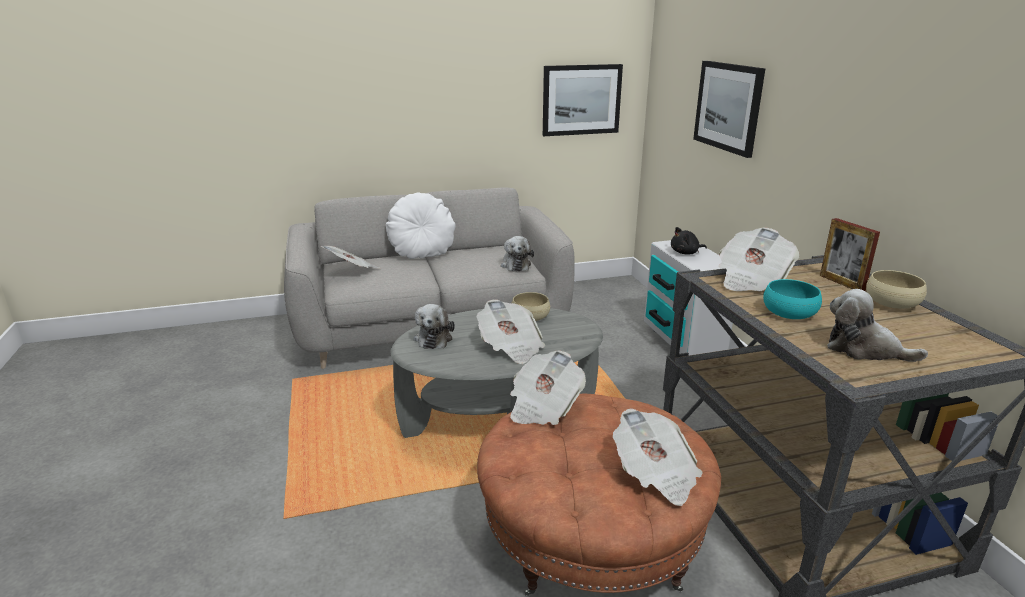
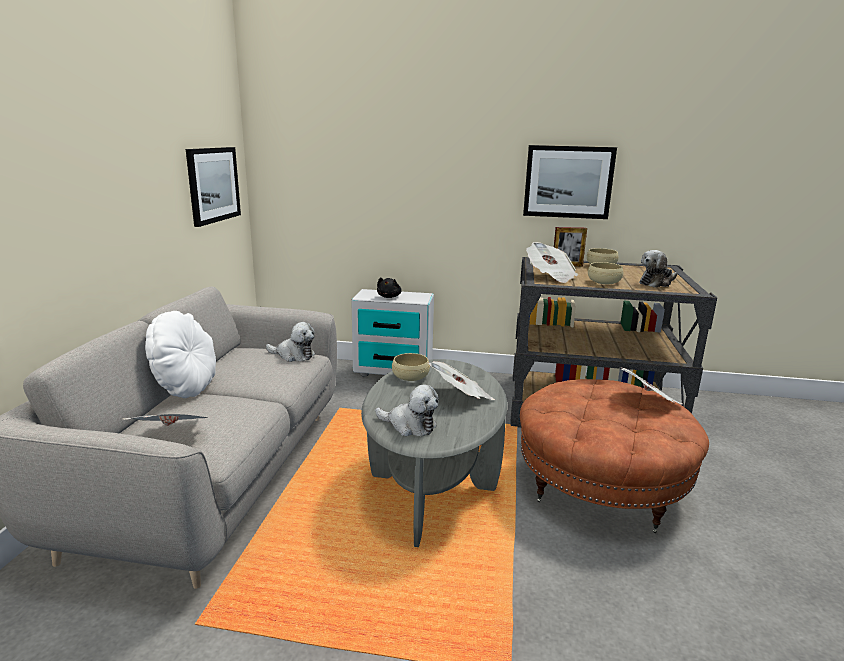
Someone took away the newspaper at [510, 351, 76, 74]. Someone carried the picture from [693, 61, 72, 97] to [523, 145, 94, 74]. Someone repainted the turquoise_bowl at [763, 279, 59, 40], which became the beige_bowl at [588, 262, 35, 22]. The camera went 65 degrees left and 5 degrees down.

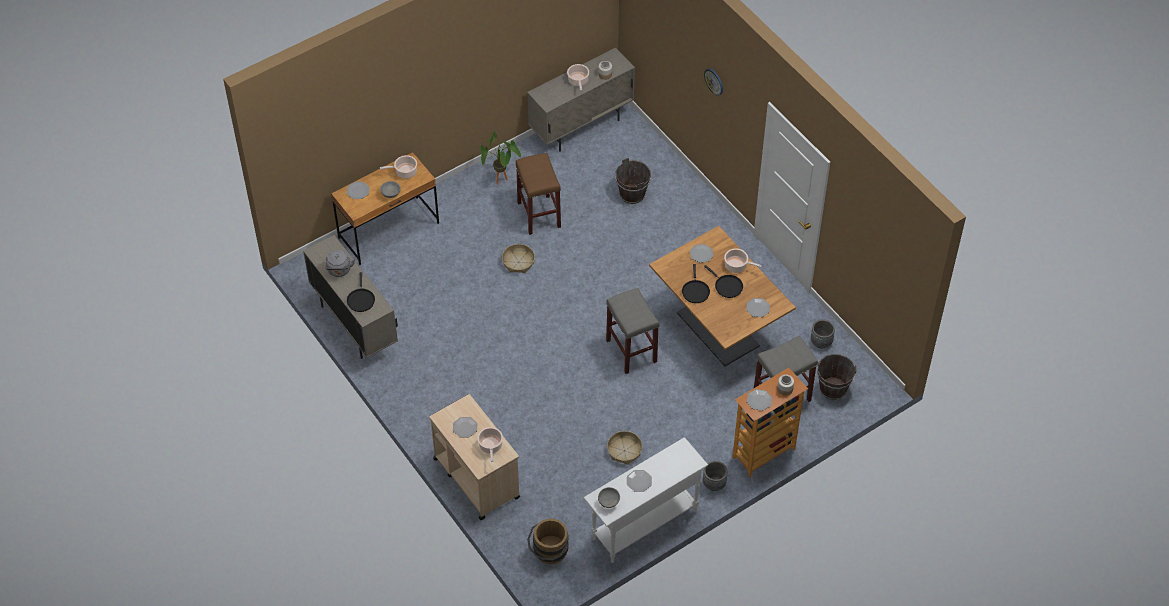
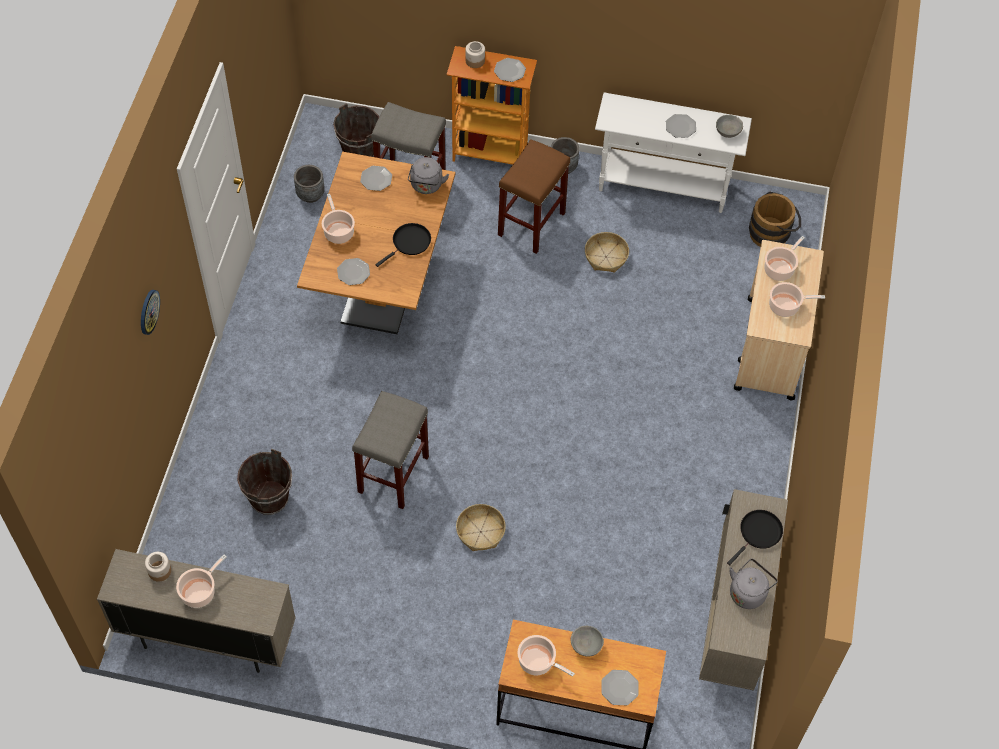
Someone swapped the plate at [453, 417, 24, 20] for the cooking_pot at [769, 282, 56, 35]. Someone took away the potted_plant at [480, 131, 41, 53]. Someone carried the brown_stool from [516, 153, 45, 82] to [498, 139, 72, 115]. Someone carried the grey_stool from [606, 288, 53, 86] to [352, 391, 77, 118]. Someone took away the black_frying_pan at [704, 265, 39, 33]. Someone put down the grey_kettle at [408, 157, 41, 37]. The camera went 135 degrees left and 5 degrees up.

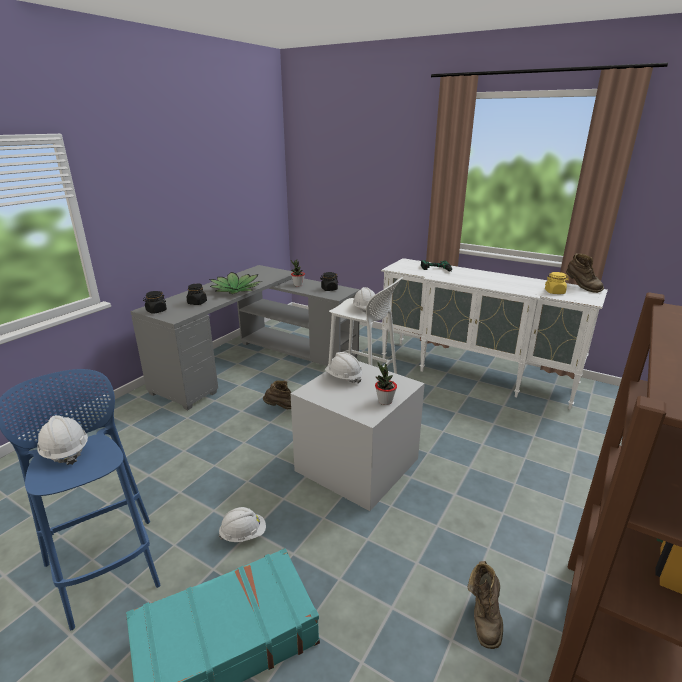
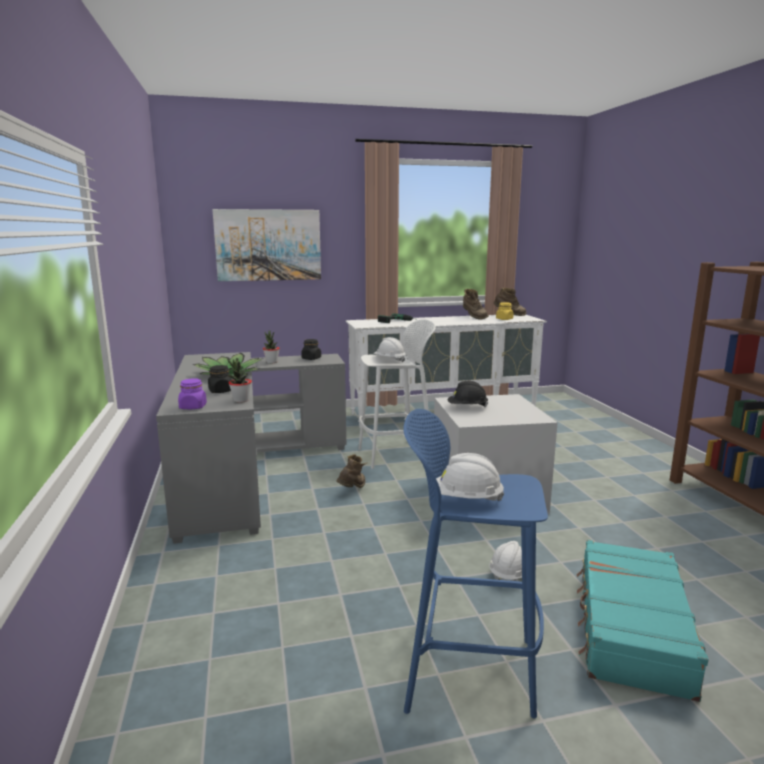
Someone repainted the black_jar at [143, 291, 24, 23], which became the purple_jar at [178, 379, 29, 30]. Someone repainted the white_hard_hat at [325, 352, 38, 32], which became the black_hard_hat at [447, 381, 41, 26]. Someone carried the potted_plant from [375, 362, 22, 43] to [227, 358, 25, 45]. Someone carried the brown_boot from [468, 561, 35, 88] to [463, 289, 26, 30]. Someone put up the picture at [212, 209, 109, 72]. The camera went 45 degrees left and 10 degrees down.

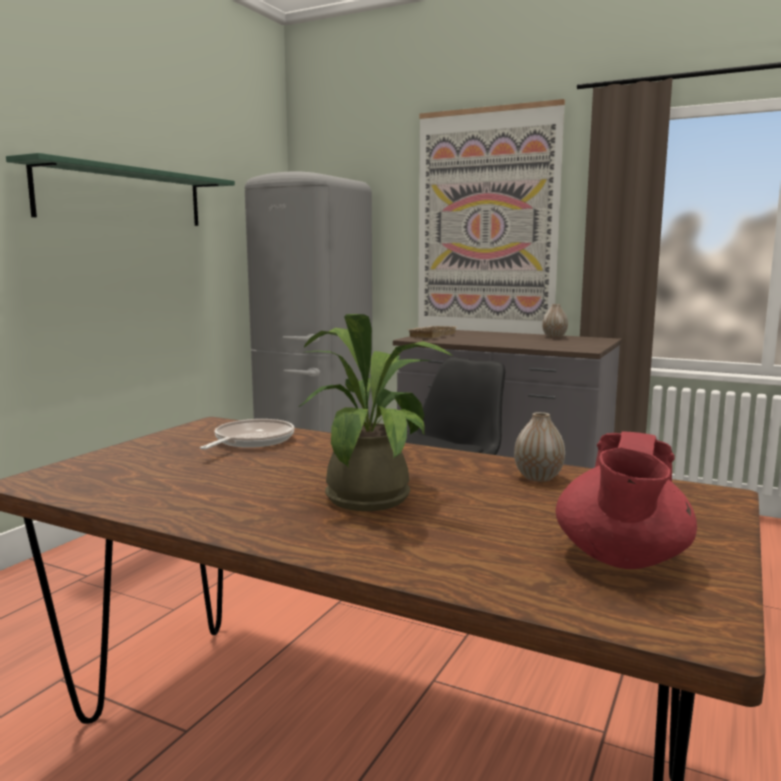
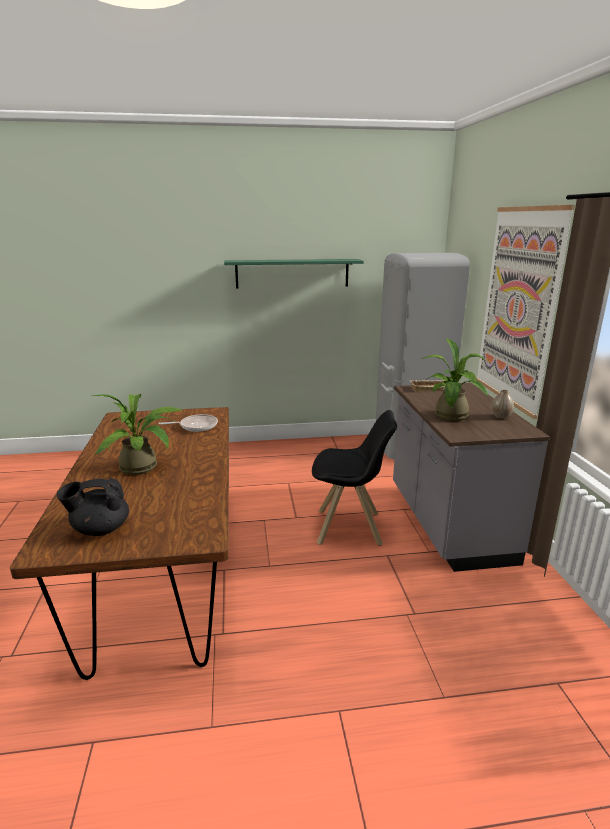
Someone took away the vase at [514, 412, 51, 70]. Someone repainted the red_teapot at [556, 431, 141, 138], which became the black_teapot at [57, 478, 72, 58]. Someone put down the potted_plant at [421, 338, 67, 83]. The camera went 55 degrees right and 10 degrees up.

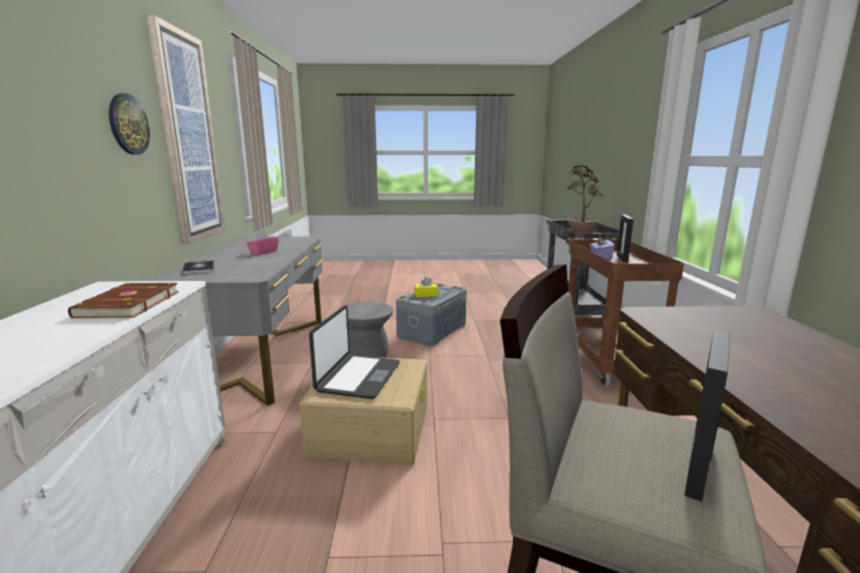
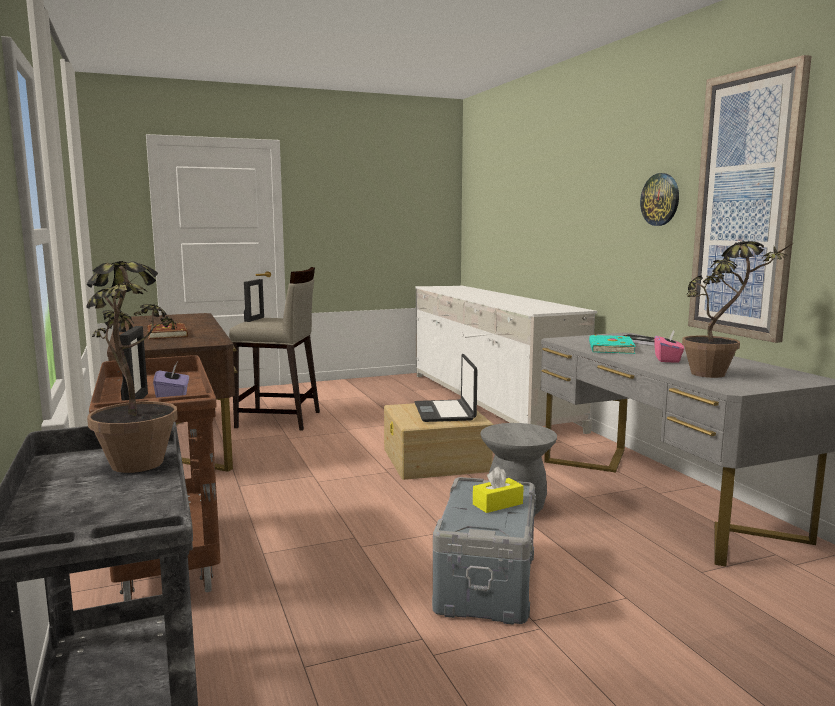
Someone carried the brown_book from [68, 283, 111, 35] to [147, 323, 41, 16]. Someone put down the turquoise_book at [589, 335, 47, 19]. Someone put down the potted_plant at [682, 241, 110, 137]. The camera went 160 degrees right and 5 degrees down.

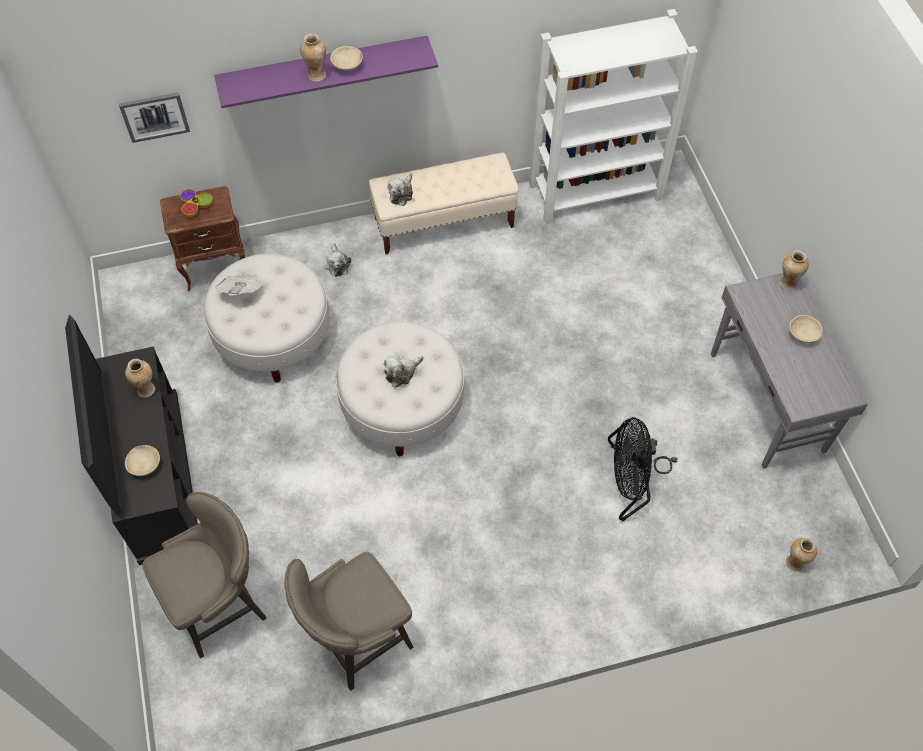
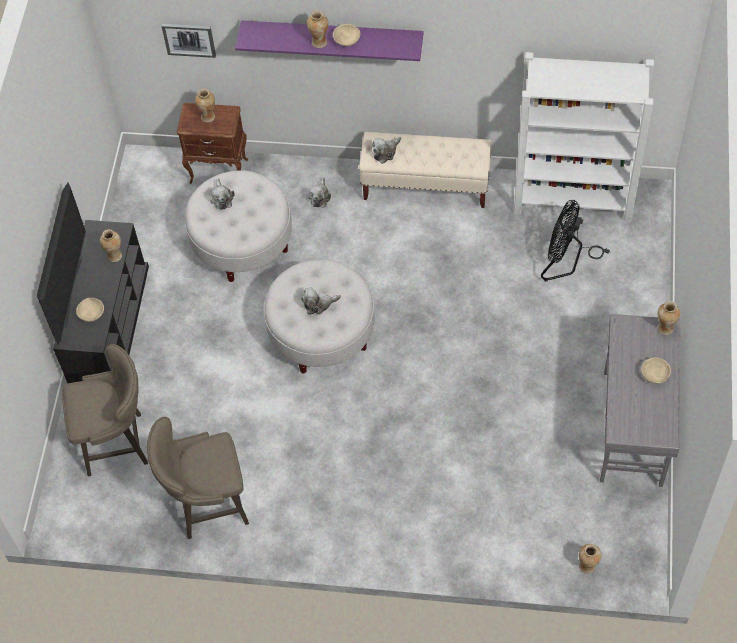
Someone swapped the bowl at [180, 189, 33, 28] for the vase at [195, 89, 20, 34]. Someone swapped the newspaper at [215, 273, 47, 23] for the plush_toy at [210, 178, 25, 32]. Someone carried the black_fan from [608, 417, 69, 105] to [541, 200, 69, 82]. The camera went 25 degrees right and 0 degrees up.

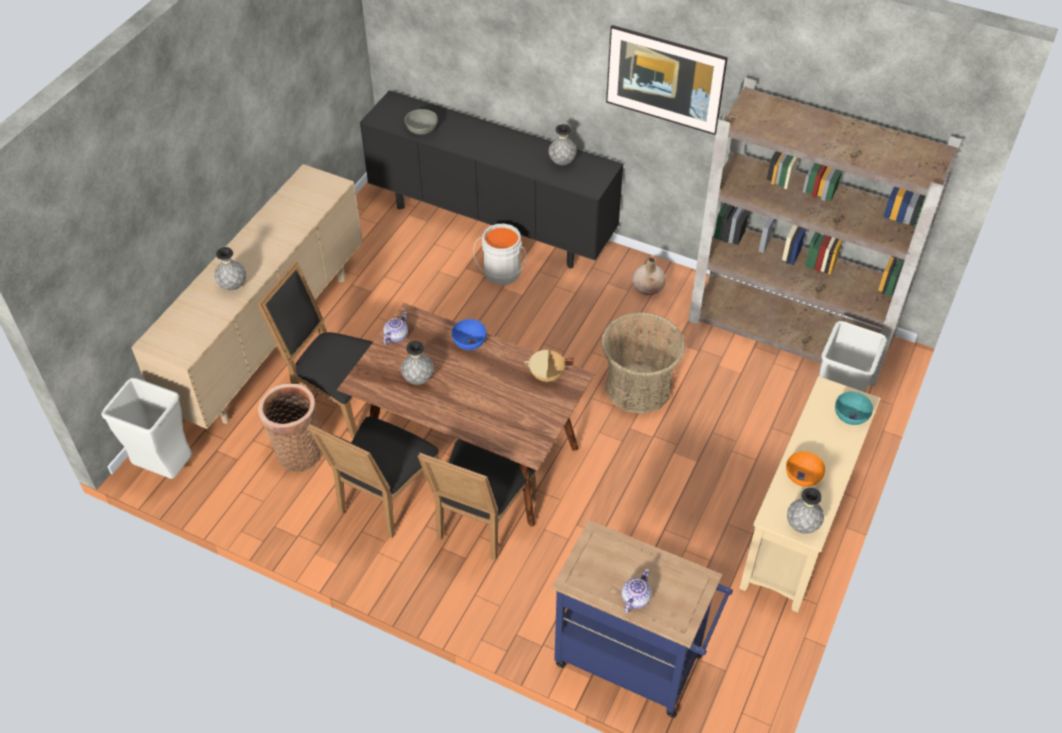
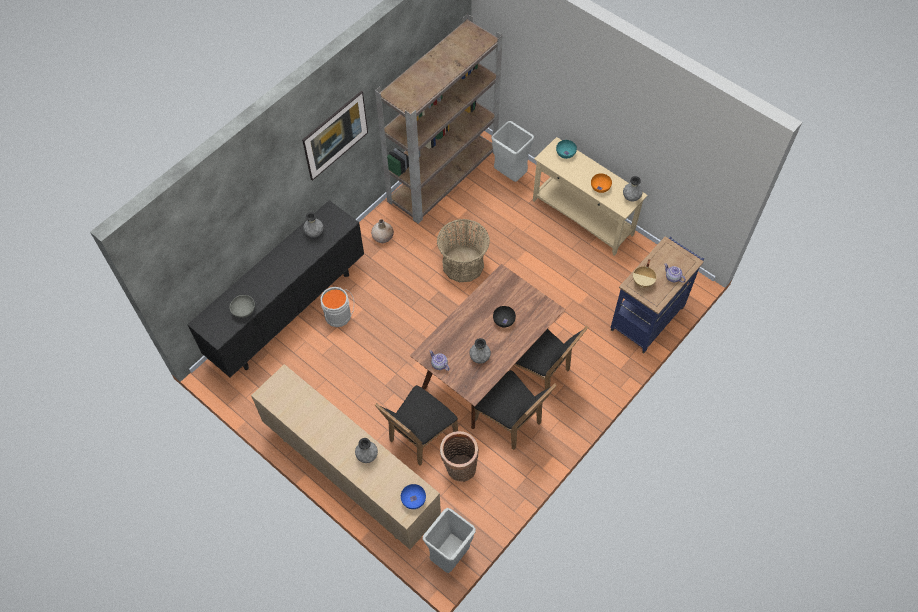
Someone carried the blue_bowl from [452, 319, 35, 31] to [401, 484, 25, 25]. Someone carried the beige_cooking_pot from [524, 350, 50, 32] to [633, 259, 23, 29]. Someone put down the black_bowl at [493, 306, 23, 21]. The camera went 75 degrees left and 10 degrees up.

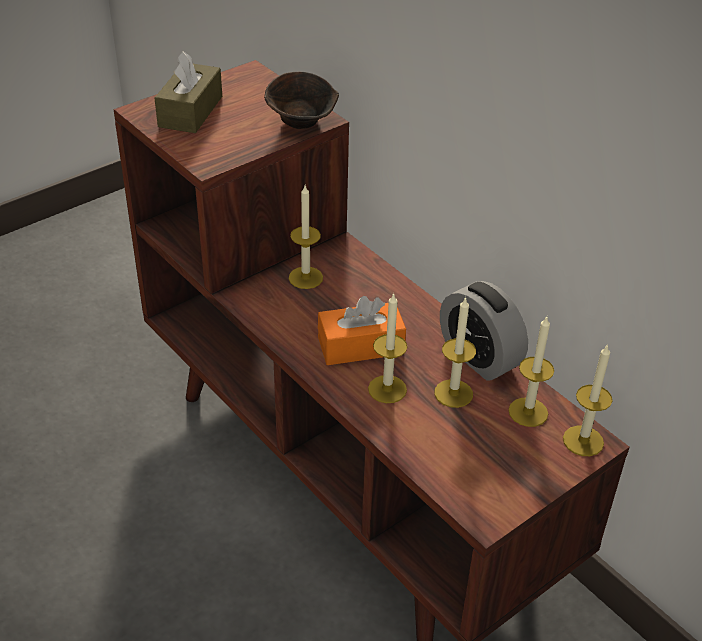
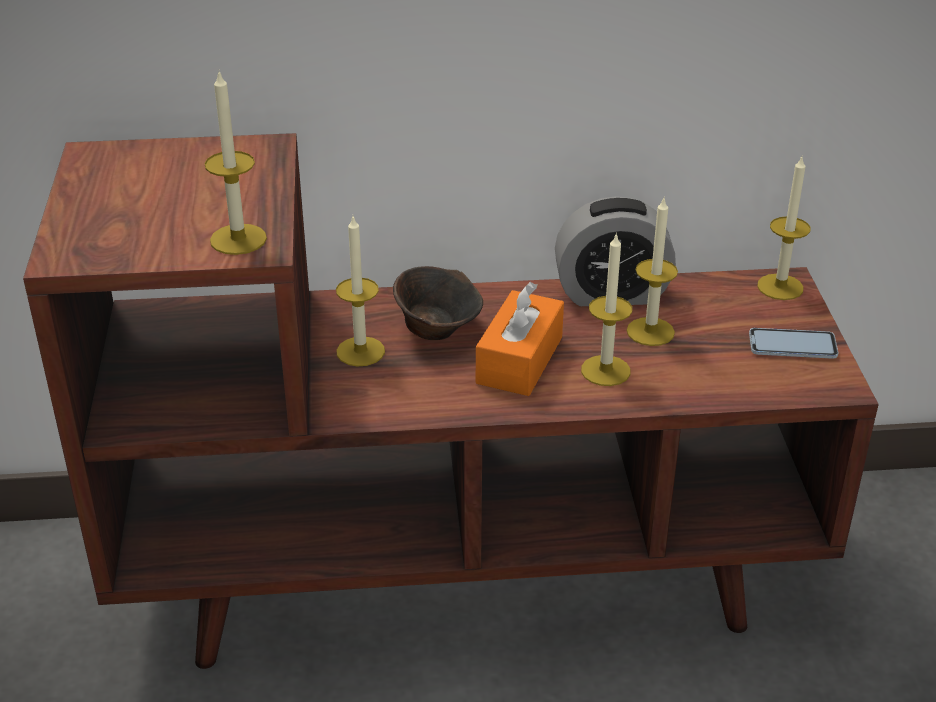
Someone took away the brown_tissue_box at [155, 51, 67, 82]. Someone carried the brown_bowl from [264, 72, 75, 57] to [393, 266, 90, 74]. Someone carried the candle from [508, 317, 46, 110] to [204, 72, 63, 183]. Someone put down the phone at [749, 328, 89, 31]. The camera went 55 degrees left and 5 degrees down.

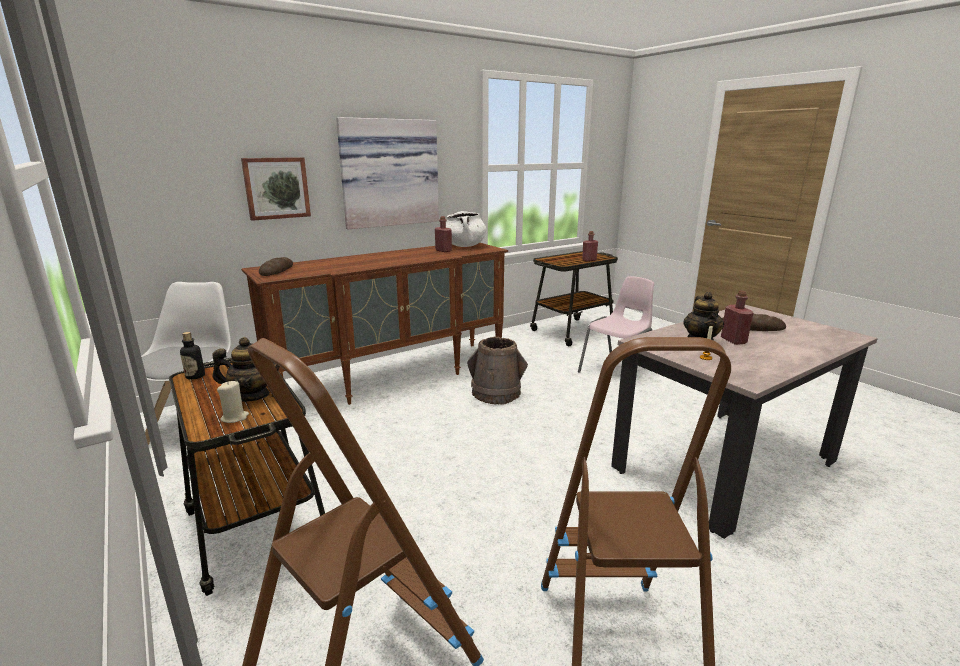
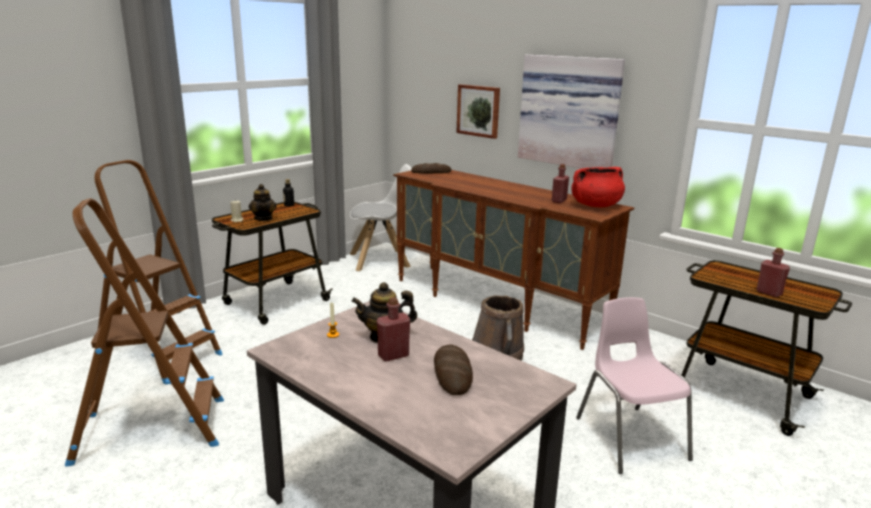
Someone repainted the white_cooking_pot at [446, 211, 40, 36], which became the red_cooking_pot at [571, 167, 54, 40]. Someone rotated the pink_chair at [578, 276, 76, 97] by 135 degrees counterclockwise. The camera went 75 degrees right and 0 degrees up.

